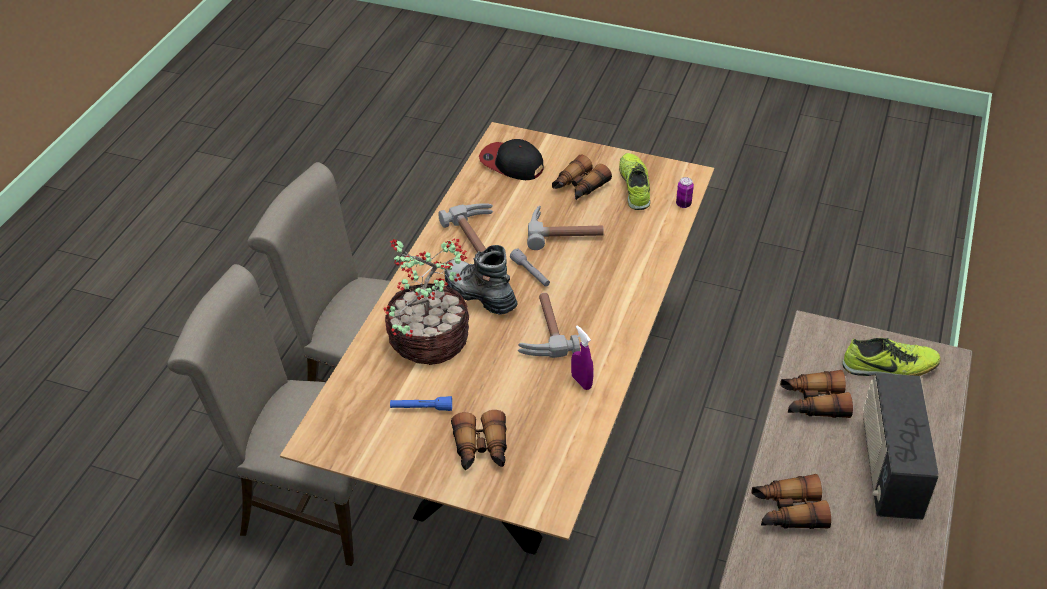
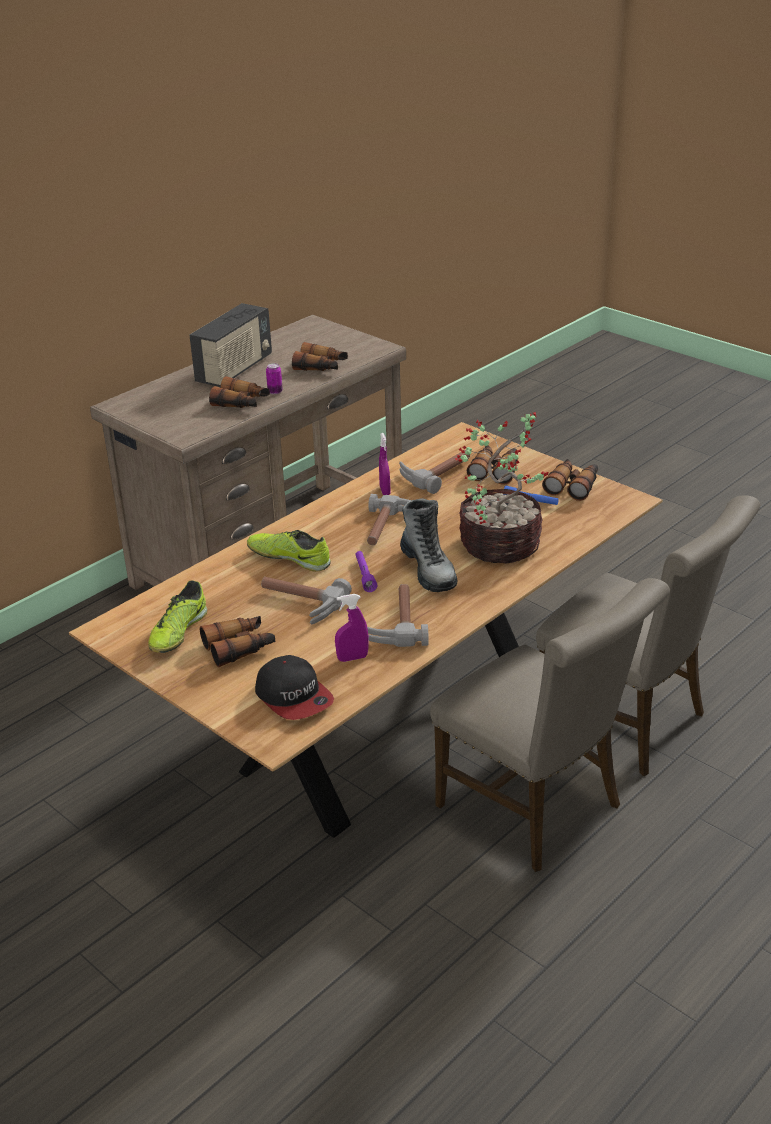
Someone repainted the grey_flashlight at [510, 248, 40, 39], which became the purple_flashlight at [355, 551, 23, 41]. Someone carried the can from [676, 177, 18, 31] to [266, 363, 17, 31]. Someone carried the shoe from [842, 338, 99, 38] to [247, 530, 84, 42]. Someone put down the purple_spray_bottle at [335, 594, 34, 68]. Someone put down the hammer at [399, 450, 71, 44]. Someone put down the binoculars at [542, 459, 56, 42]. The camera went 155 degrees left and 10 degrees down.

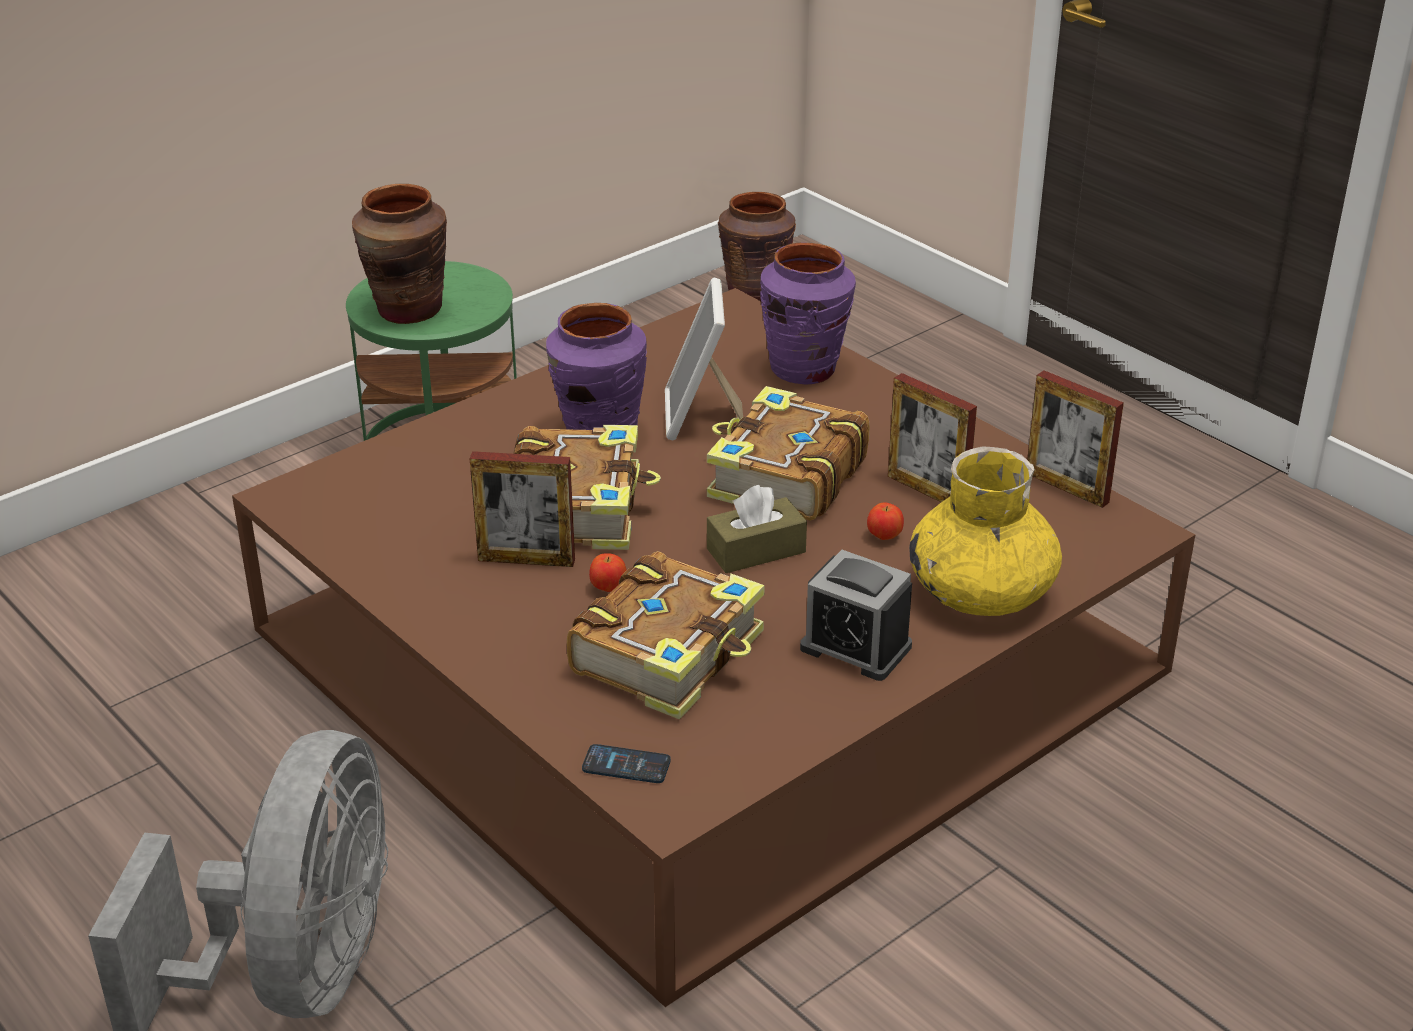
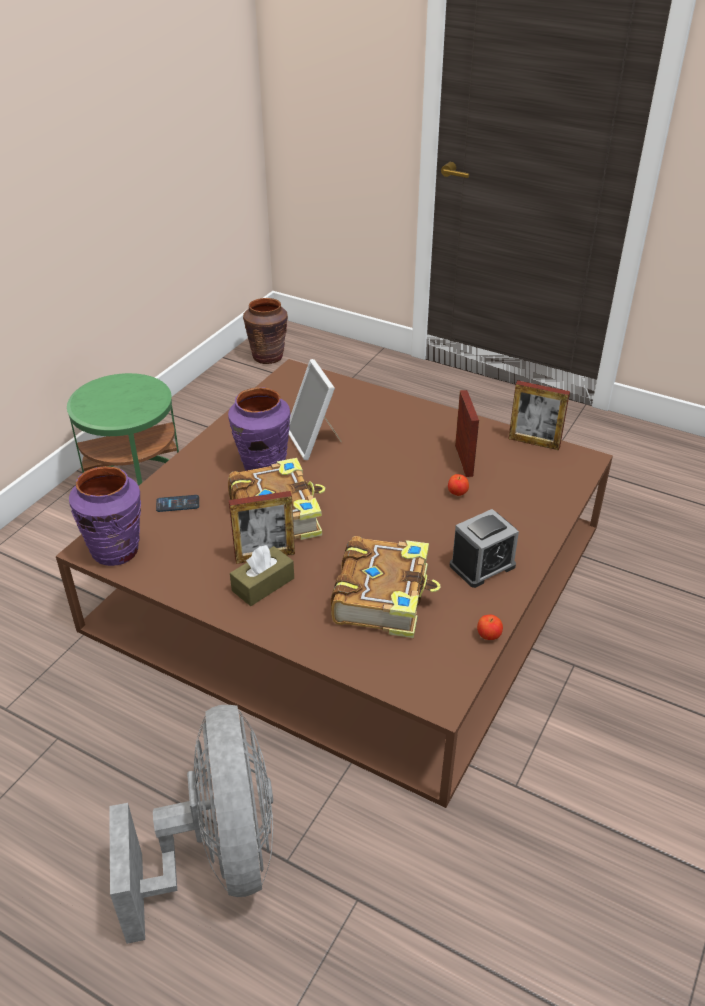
Someone took away the brown_vase at [352, 184, 95, 140]. Someone carried the phone from [582, 744, 89, 39] to [156, 495, 43, 17]. Someone carried the apple from [589, 553, 38, 39] to [477, 615, 26, 25]. Someone took away the book at [707, 386, 163, 135]. Someone carried the brown_tissue_box from [707, 485, 100, 88] to [230, 545, 64, 61]. Someone carried the purple_vase from [760, 243, 96, 142] to [69, 466, 72, 100]. Someone rotated the alarm_clock at [800, 550, 112, 131] by 45 degrees counterclockwise. Someone rotated the picture_frame at [888, 373, 89, 129] by 120 degrees counterclockwise. Someone took away the yellow_vase at [909, 446, 153, 170]. The camera went 20 degrees left and 5 degrees up.

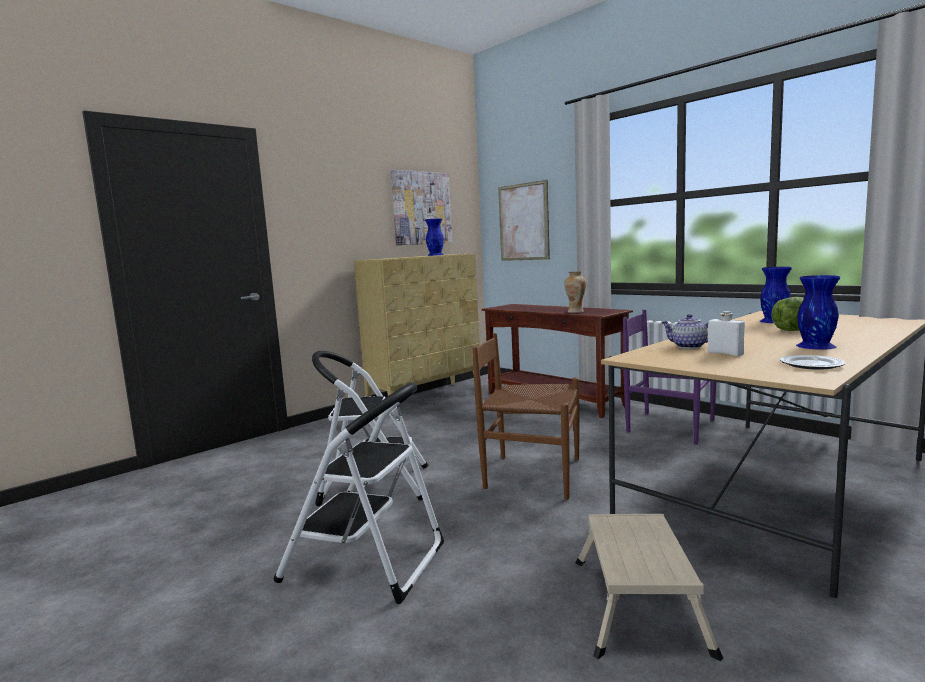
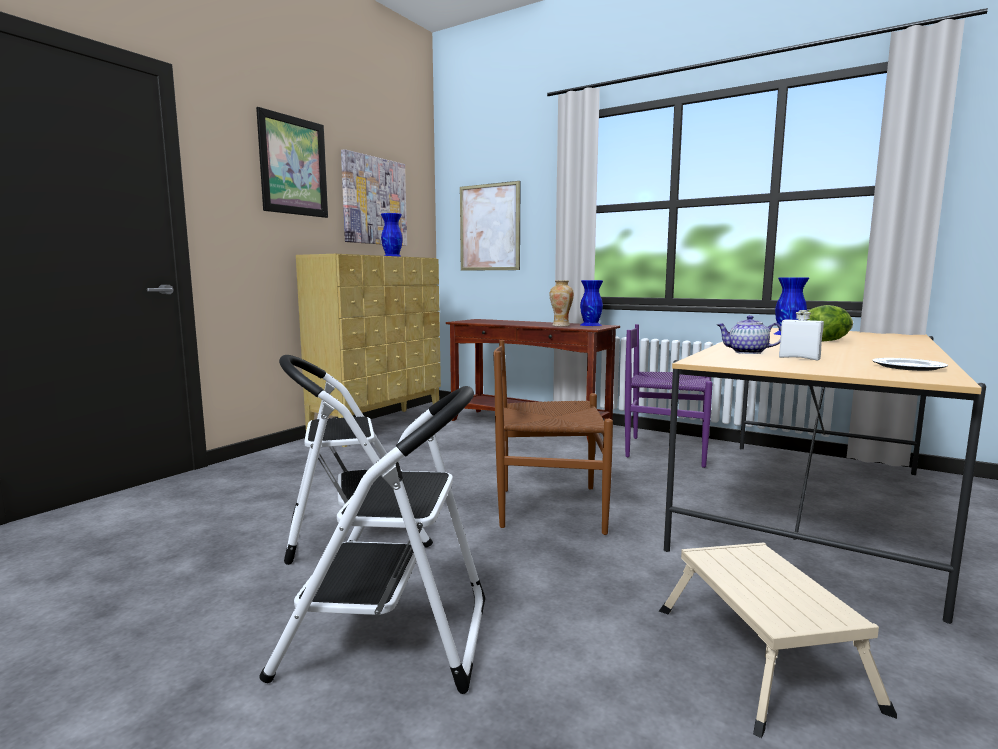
Someone carried the blue_vase from [796, 275, 44, 75] to [580, 280, 23, 46]. Someone put up the picture at [256, 107, 72, 111]. The camera went 15 degrees left and 0 degrees up.

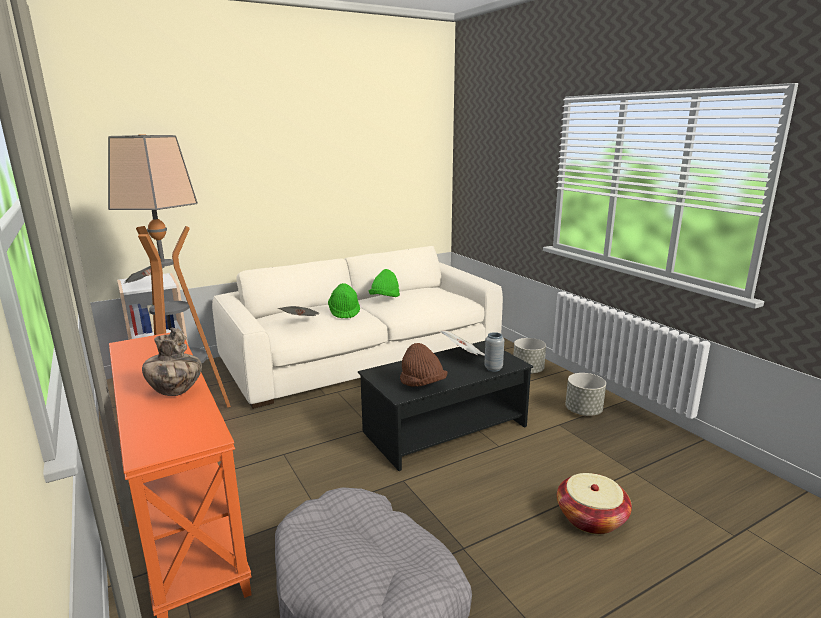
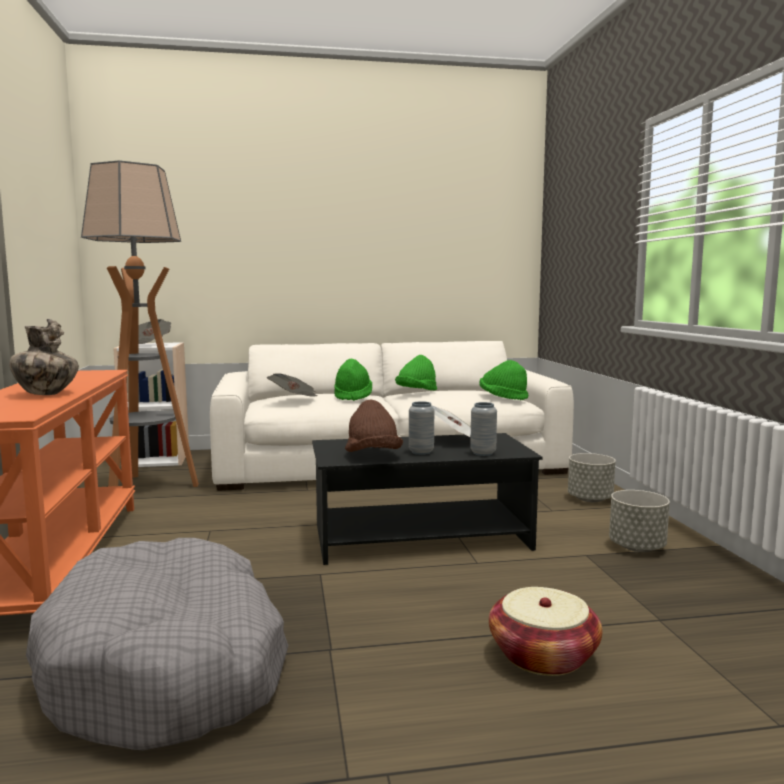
Someone put down the grey_vase at [409, 401, 25, 54]. Someone put down the green_hat at [479, 360, 49, 40]. The camera went 20 degrees right and 10 degrees down.

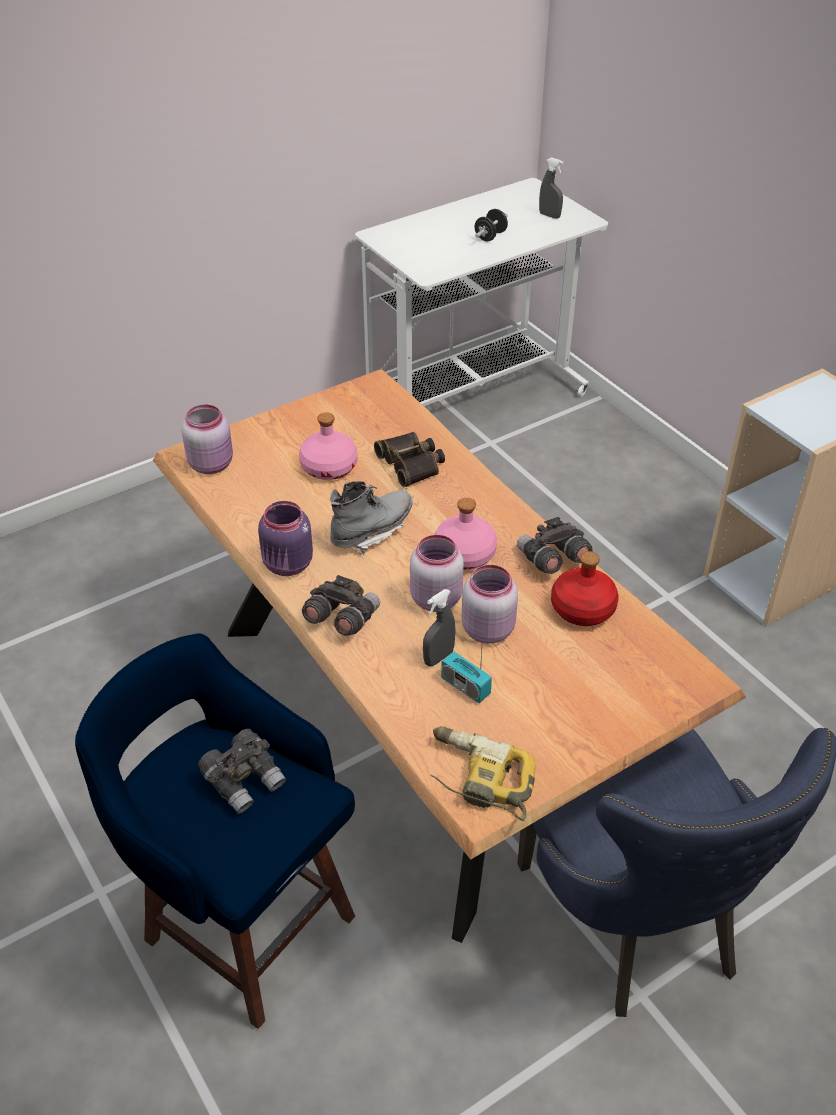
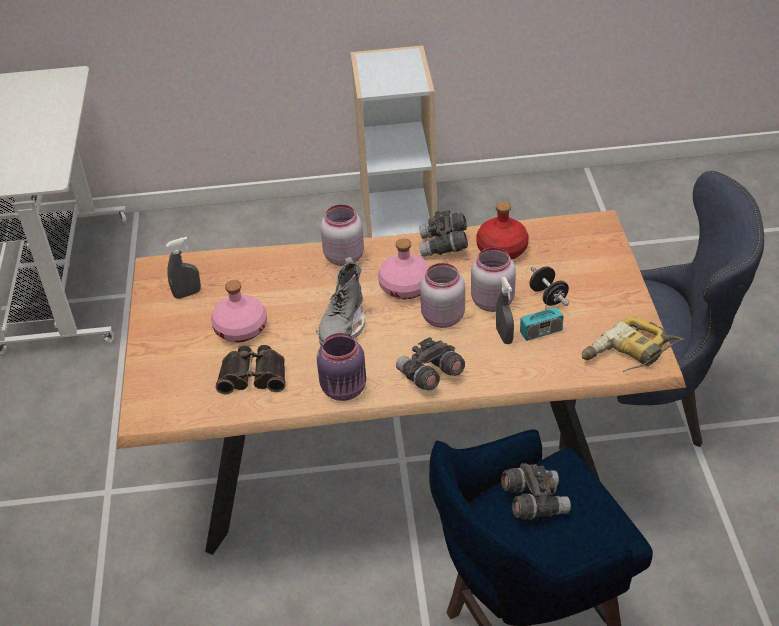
Someone carried the pink_jar from [181, 404, 52, 70] to [320, 204, 44, 62]. Someone rotated the grey_boot at [330, 481, 82, 74] by 150 degrees counterclockwise. Someone carried the binoculars from [374, 432, 71, 55] to [216, 345, 70, 49]. Someone carried the black_dumbbell from [475, 209, 33, 32] to [529, 266, 40, 40]. Someone carried the grey_spray_bottle from [539, 157, 24, 62] to [166, 237, 35, 62]. The camera went 60 degrees left and 0 degrees up.

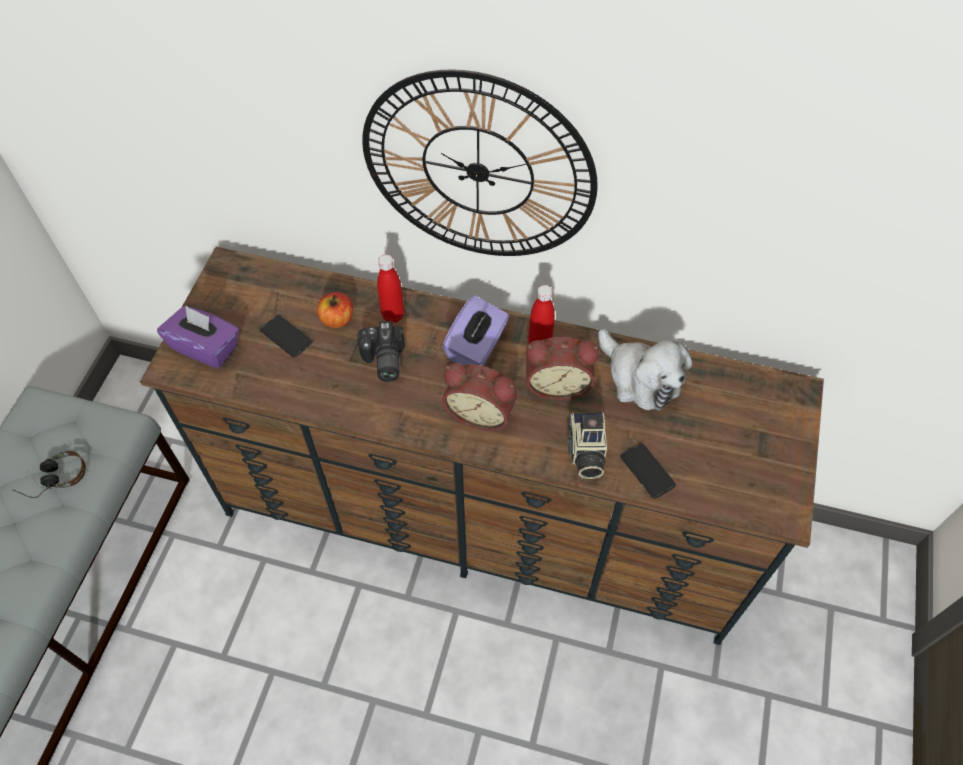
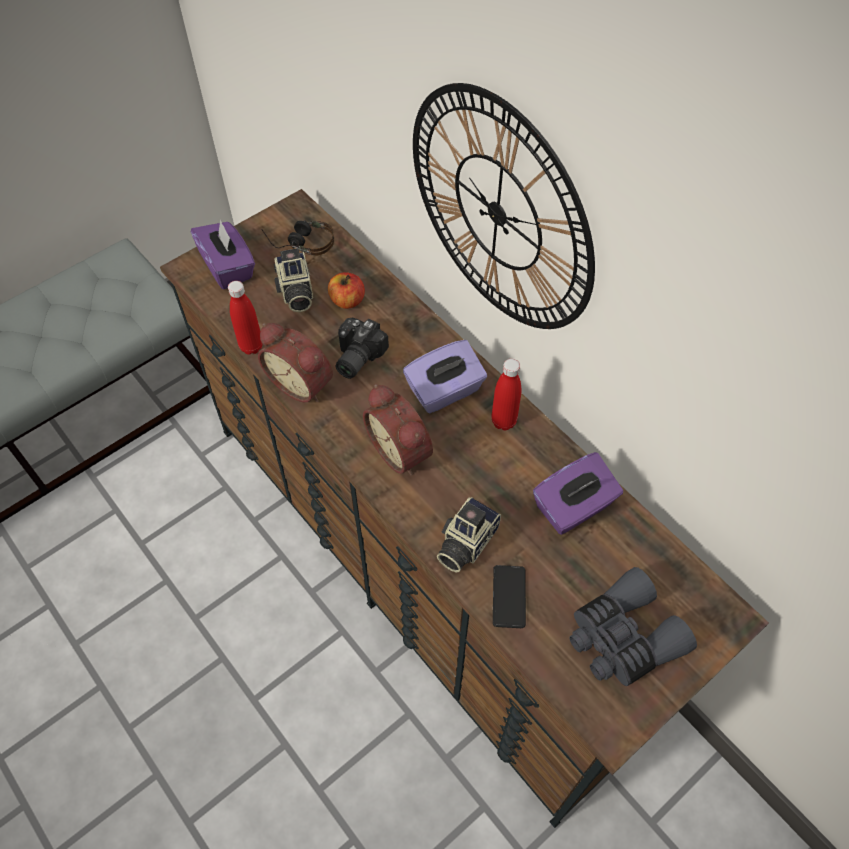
Someone carried the headphones from [13, 451, 73, 47] to [262, 220, 72, 36]. Someone swapped the phone at [260, 315, 52, 42] for the photo_camera at [274, 248, 39, 64]. Someone carried the red_bottle from [377, 255, 27, 68] to [228, 281, 35, 74]. Someone carried the alarm_clock from [526, 337, 73, 63] to [258, 323, 75, 79]. Someone swapped the plush_toy at [598, 329, 94, 82] for the purple_tissue_box at [533, 452, 90, 83]. Someone put down the grey_binoculars at [569, 567, 128, 119]. The camera went 35 degrees right and 0 degrees up.

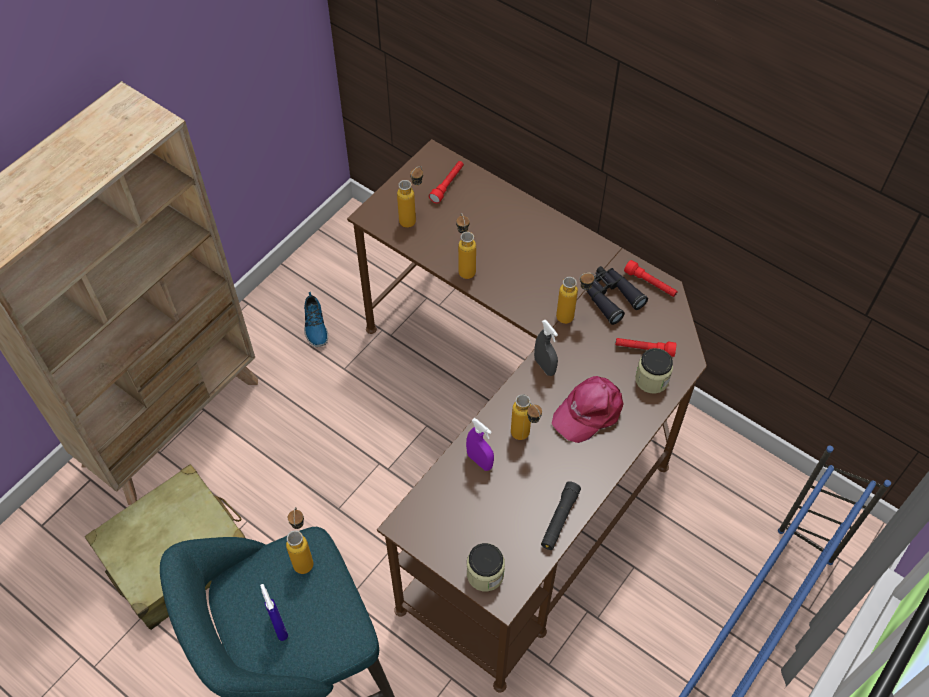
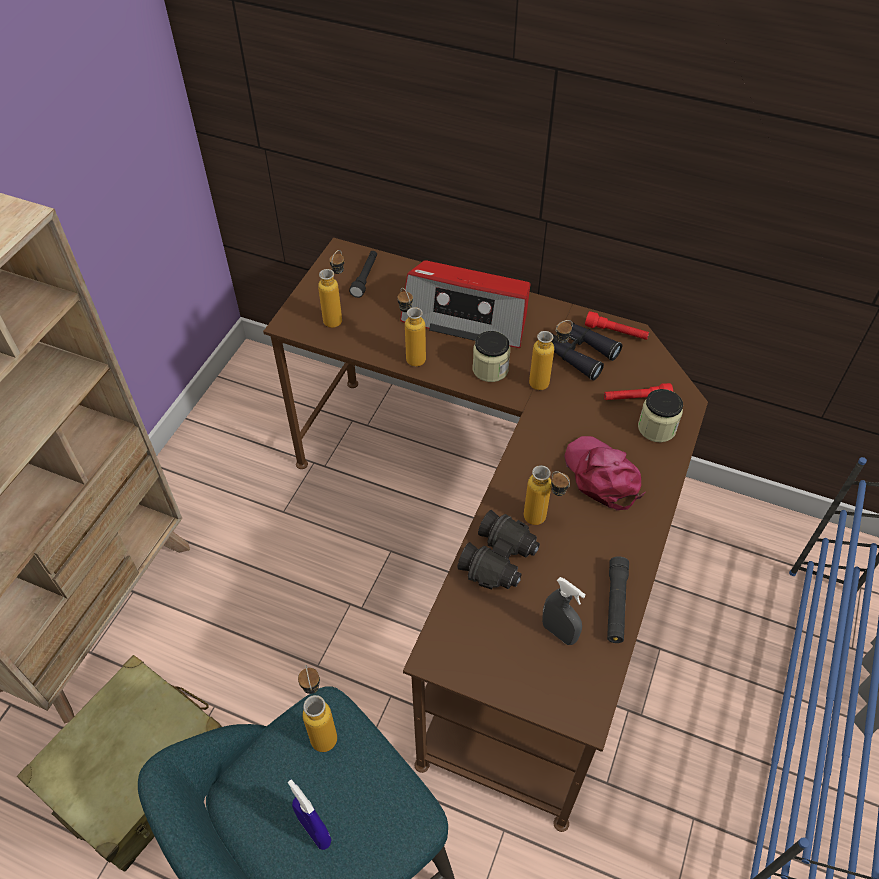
Someone took away the shoe at [304, 292, 24, 55]. Someone repainted the red_flashlight at [429, 161, 35, 42], which became the black_flashlight at [349, 251, 28, 47]. Someone swapped the purple_spray_bottle at [466, 418, 28, 53] for the black_binoculars at [458, 510, 82, 80]. Someone carried the jar from [467, 543, 38, 48] to [472, 331, 38, 51]. Someone carried the grey_spray_bottle from [534, 320, 24, 56] to [542, 577, 44, 68]. Someone rotated the pink_cap at [552, 376, 72, 67] by 120 degrees clockwise. Someone put down the radio at [400, 260, 131, 88]. The camera went 15 degrees left and 5 degrees down.

